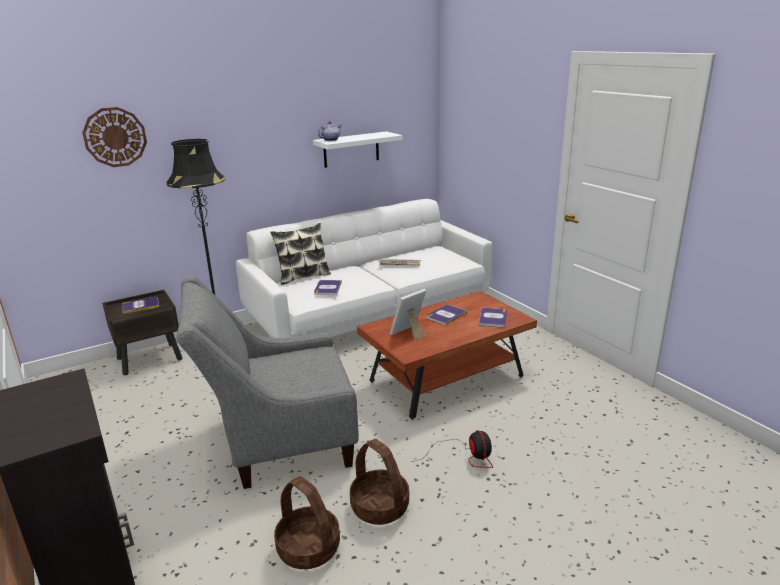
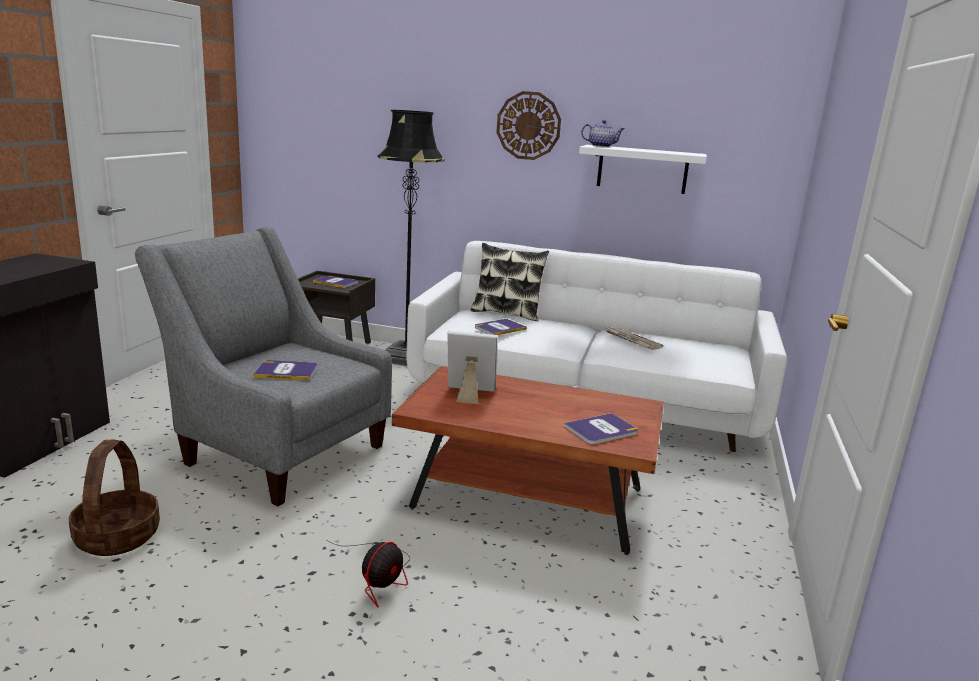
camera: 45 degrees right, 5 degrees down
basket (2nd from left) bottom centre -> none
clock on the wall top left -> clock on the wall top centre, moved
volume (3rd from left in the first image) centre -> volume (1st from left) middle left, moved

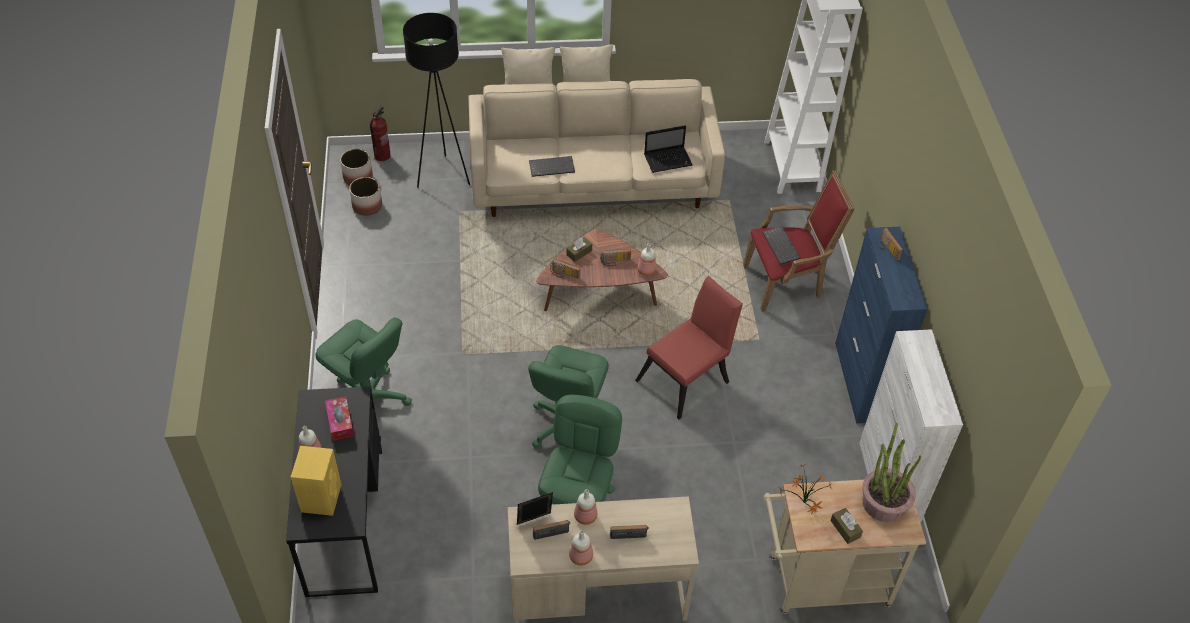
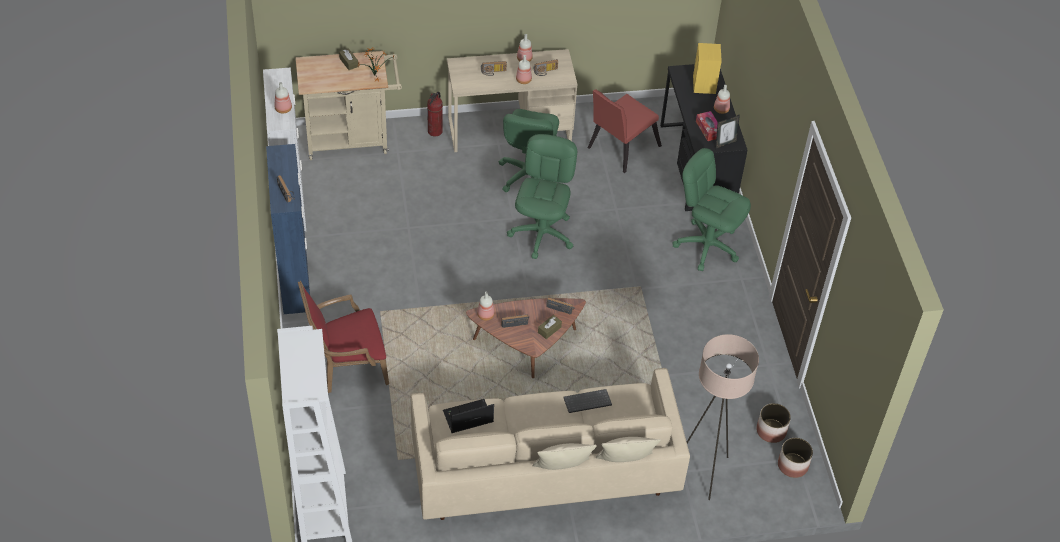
camera: 175 degrees right, 0 degrees up
computer keyboard (2nd from left) centre -> none
potted plant (2nd from left) bottom right -> none
none -> drink bottle (1st from left) top left
fire extinguisher top left -> fire extinguisher top centre, moved
photo frame bottom centre -> photo frame top right, moved
reddish upright chair centre -> reddish upright chair top centre, moved
black floor lamp top centre -> sand-coloured floor lamp bottom right

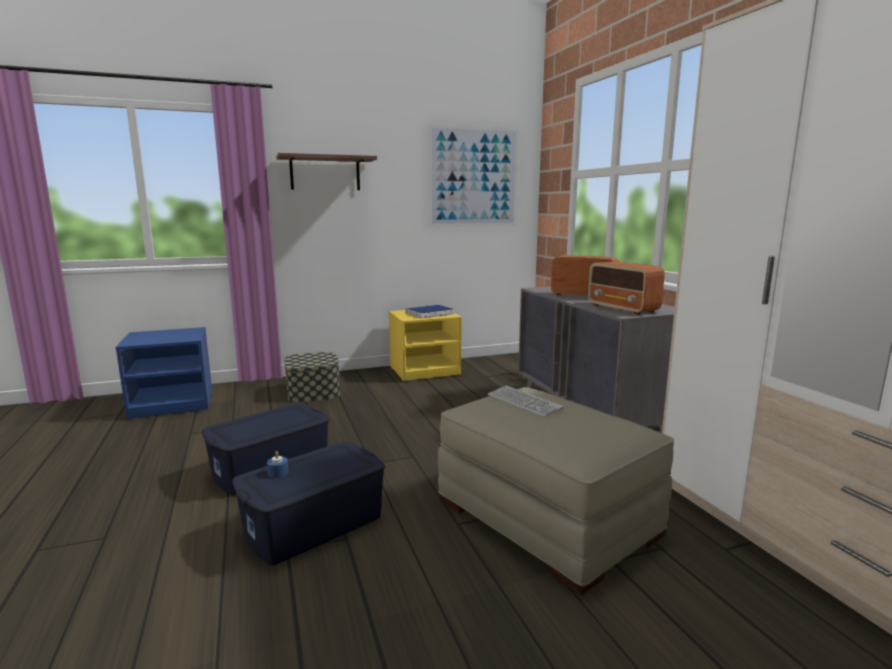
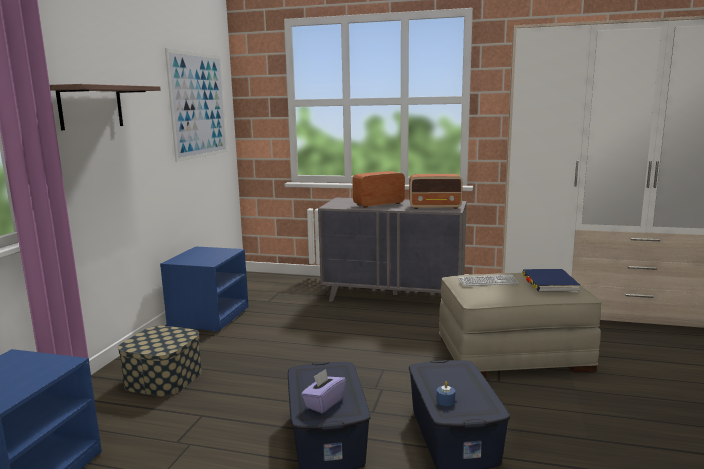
camera: 55 degrees left, 0 degrees up
none -> purplish tissue box bottom centre
blue-coloured volume centre -> blue-coloured volume middle right, moved
yellowish nightstand centre -> blue-coloured nightstand (2nd from left) middle left

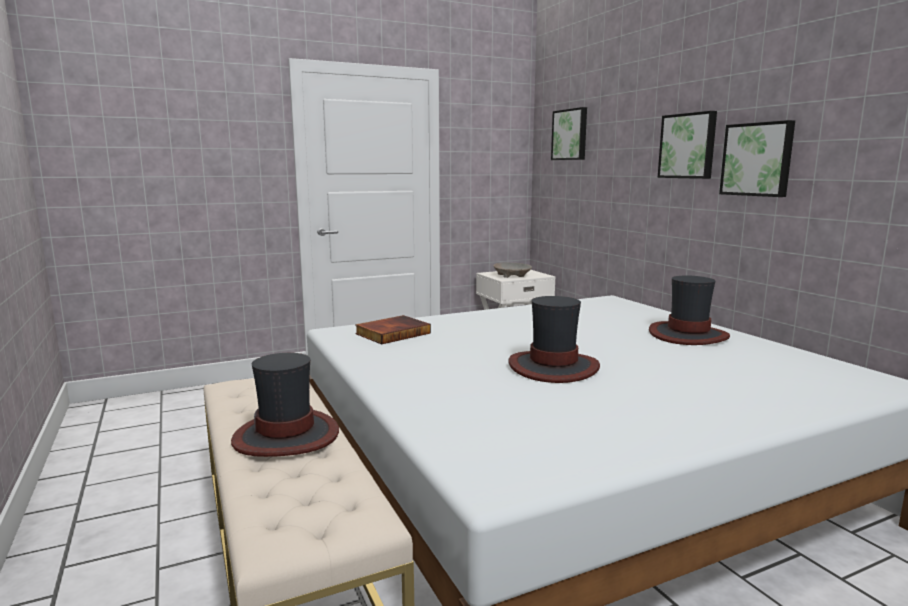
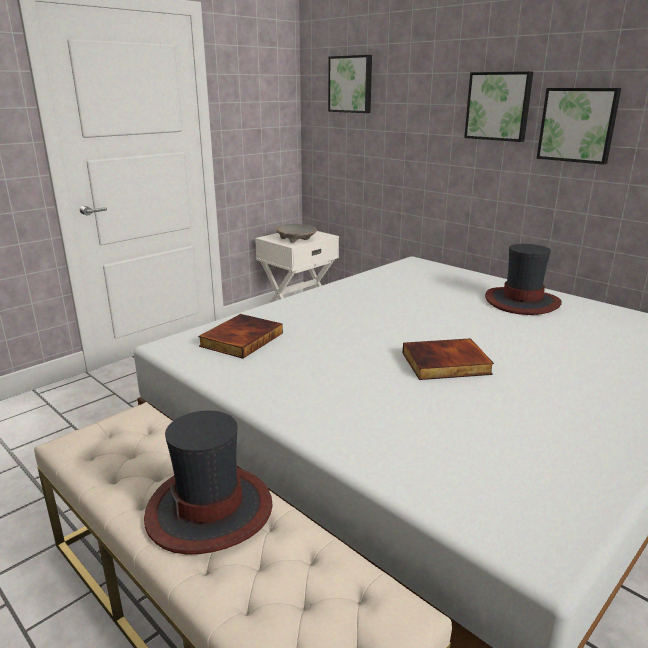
camera: 20 degrees left, 10 degrees up
wearable hat (2nd from left) centre -> volume (2nd from left) middle right

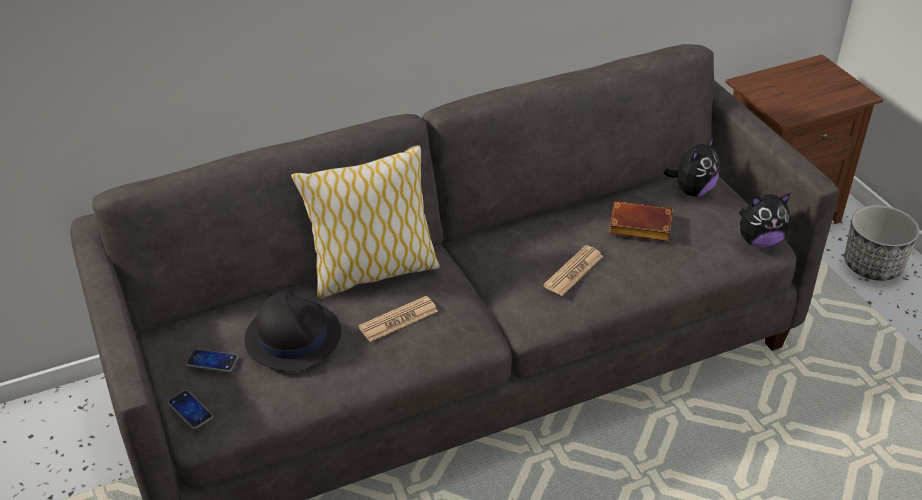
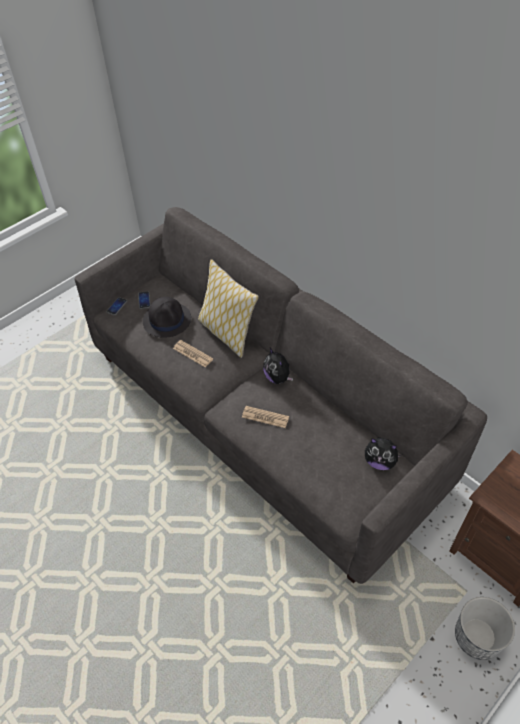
camera: 70 degrees right, 10 degrees up
brown volume middle right -> none
plush toy (2nd from left in the first image) middle right -> plush toy (1st from left) centre, moved

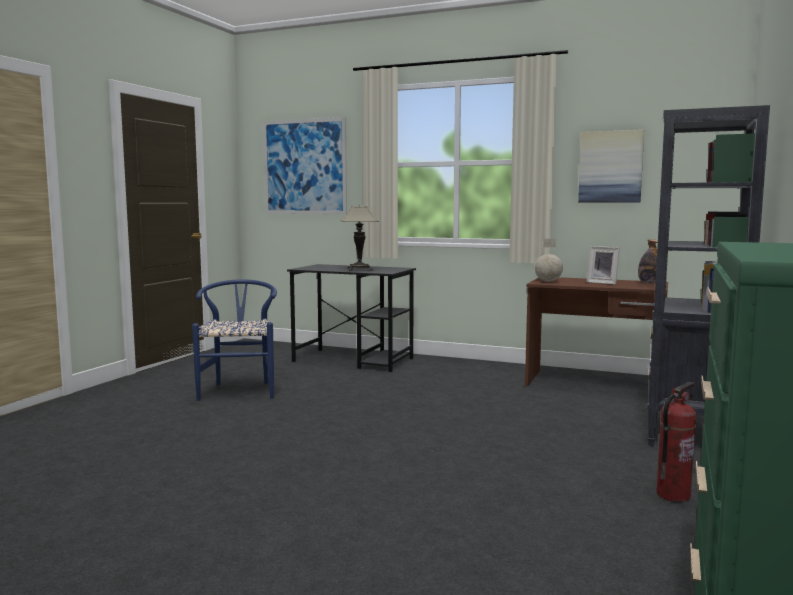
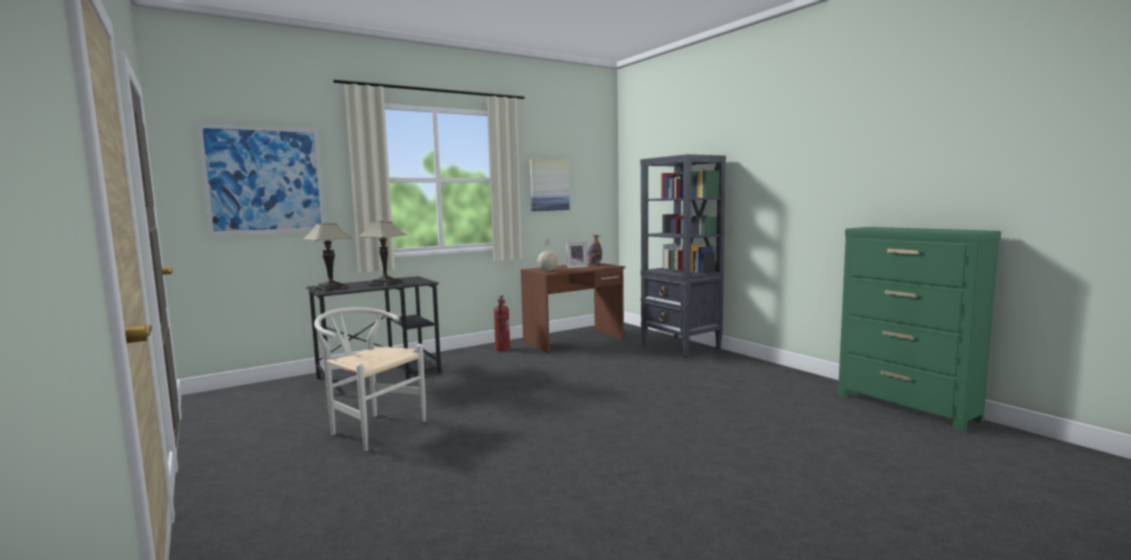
camera: 55 degrees left, 0 degrees up
none -> lamp for a table (1st from left) middle left
fire extinguisher bottom right -> fire extinguisher centre, moved
blue-coloured upright chair middle left -> whitish upright chair bottom left

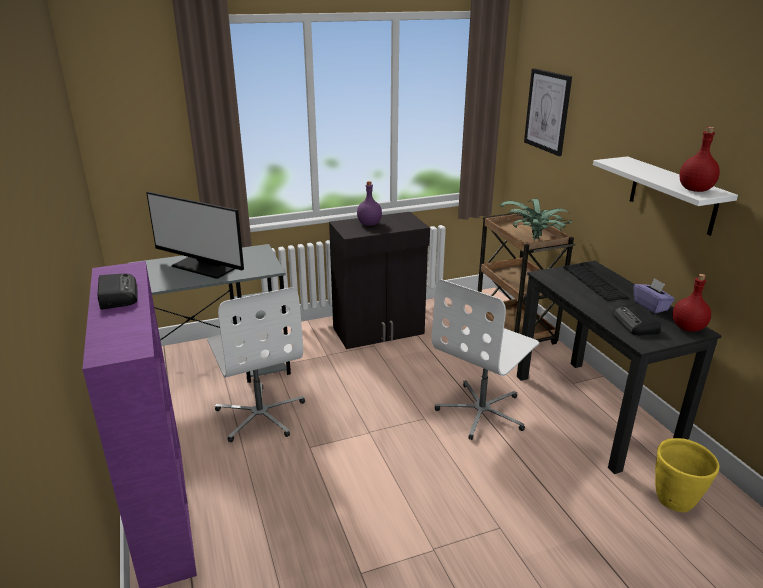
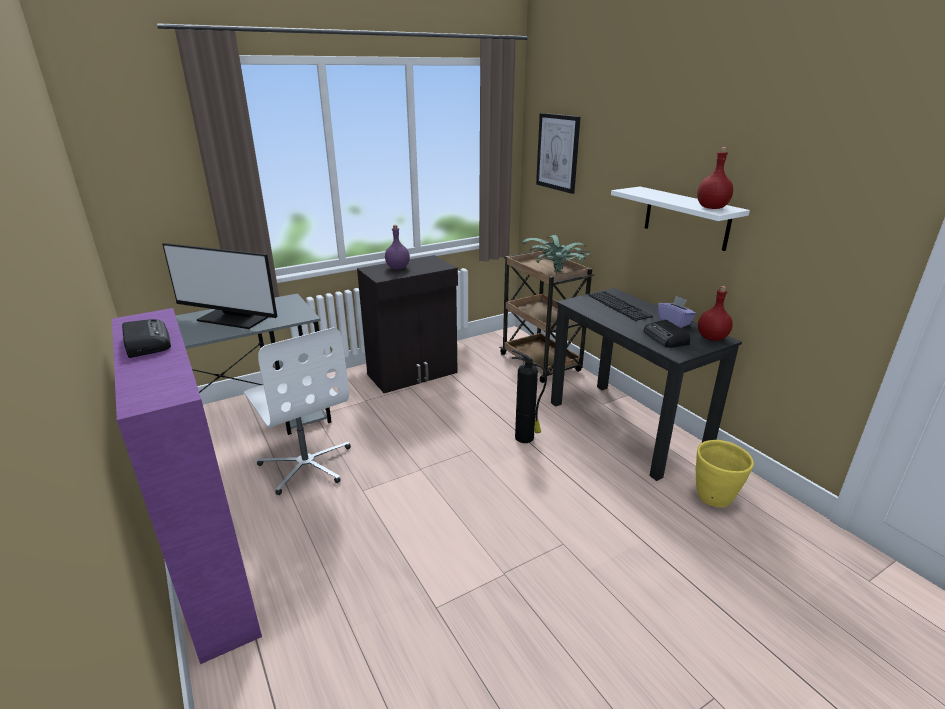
camera: 10 degrees left, 0 degrees up
whitish desk chair (2nd from left) centre -> fire extinguisher centre

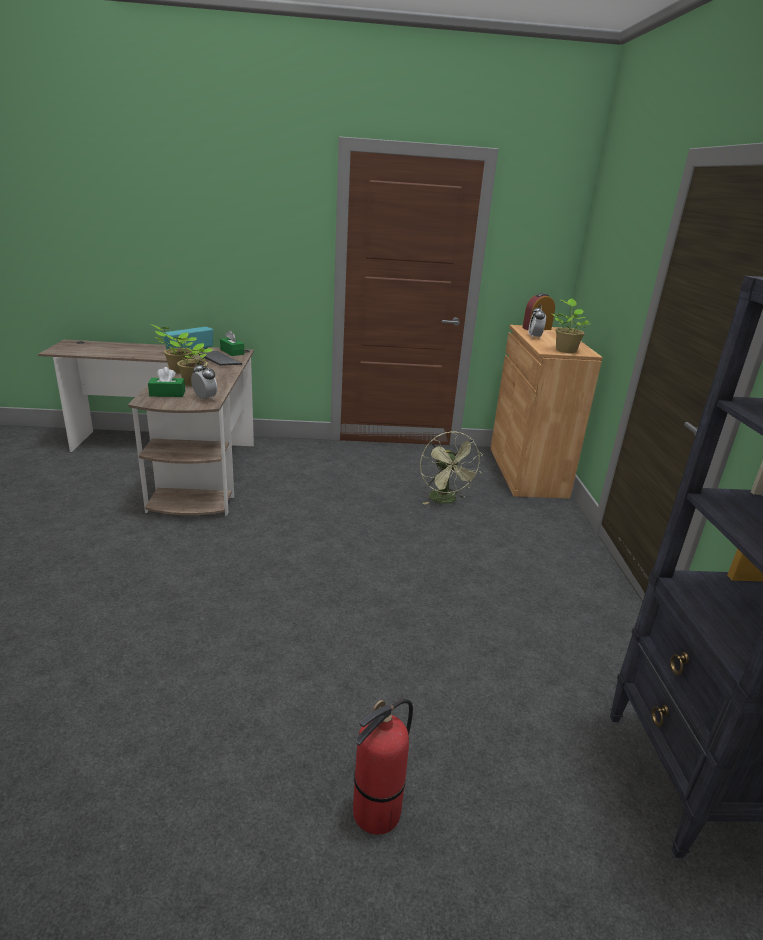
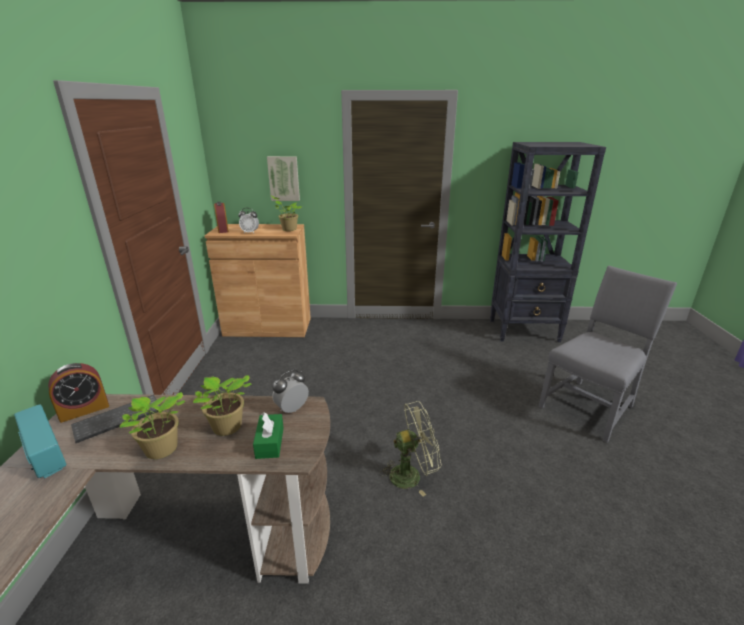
camera: 85 degrees left, 0 degrees up
none -> wall art top centre
green electric fan centre -> green electric fan bottom centre, moved
green tissue box (2nd from left) middle left -> bedside clock (1st from left) middle left
fire extinguisher bottom centre -> grey upright chair middle right

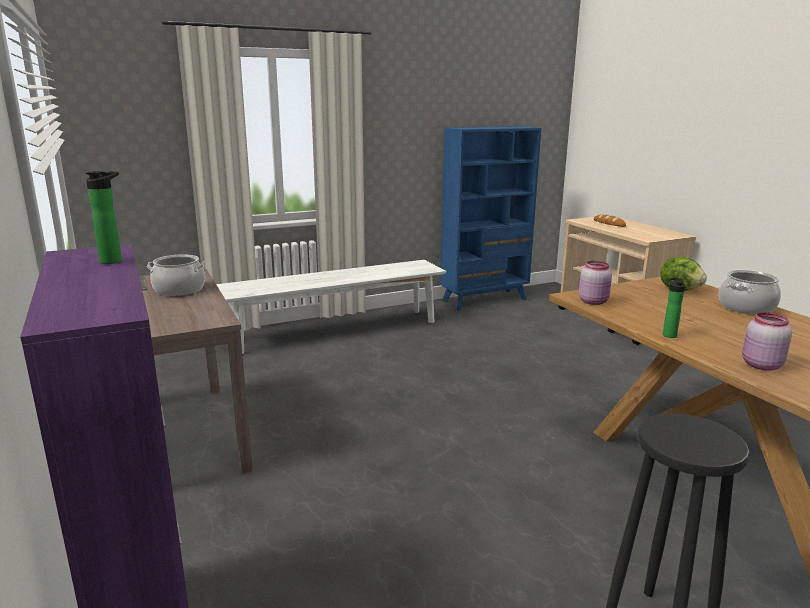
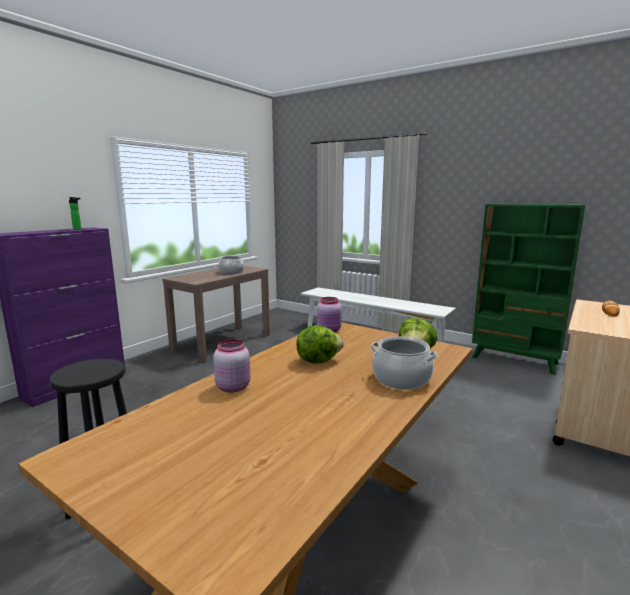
camera: 60 degrees right, 5 degrees down
drink bottle (2nd from left) middle right -> none
none -> lettuce head (1st from left) centre
blue-coloured shelving unit centre -> green shelving unit middle right

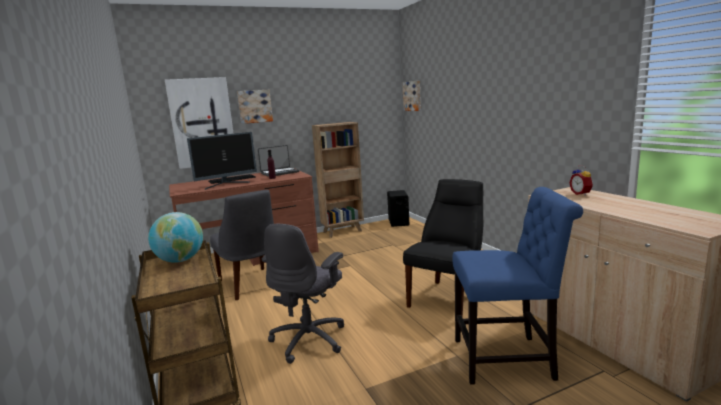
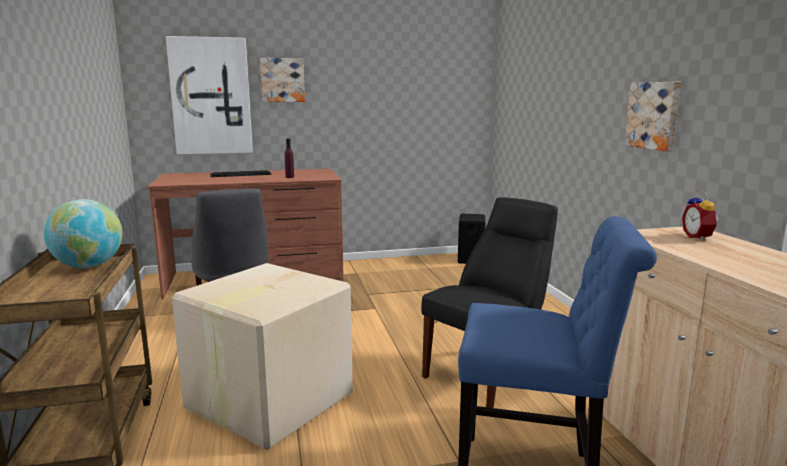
camera: 10 degrees right, 0 degrees up
computer display middle left -> none
notebook computer centre -> none
brown shelving unit centre -> none
wall art (3rd from left) top centre -> wall art (3rd from left) top right, moved
grey desk chair bottom centre -> packing box bottom left

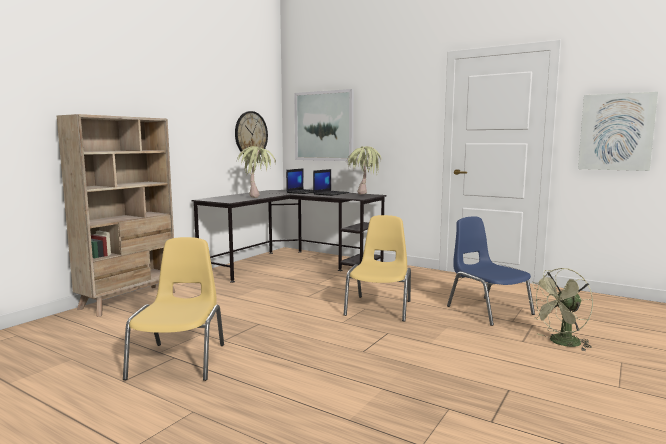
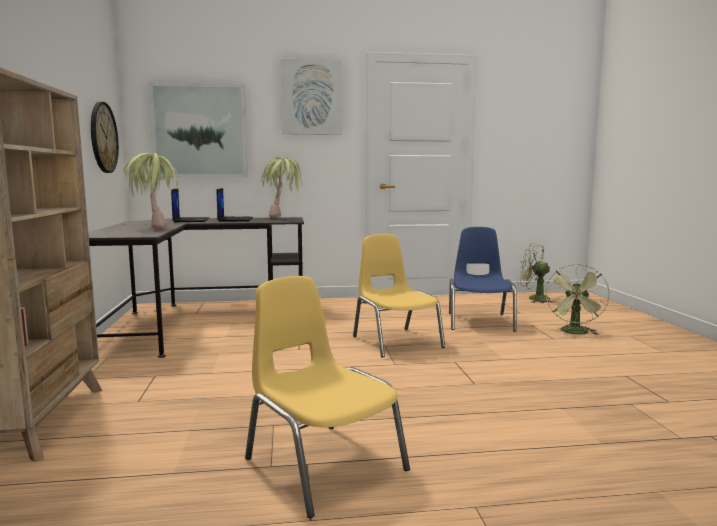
camera: 40 degrees left, 0 degrees up
none -> green electric fan (1st from left) middle right
wall art (2nd from left) top right -> wall art (2nd from left) top centre, moved
blue-coloured upright chair middle right, 75 degrees clockwise

